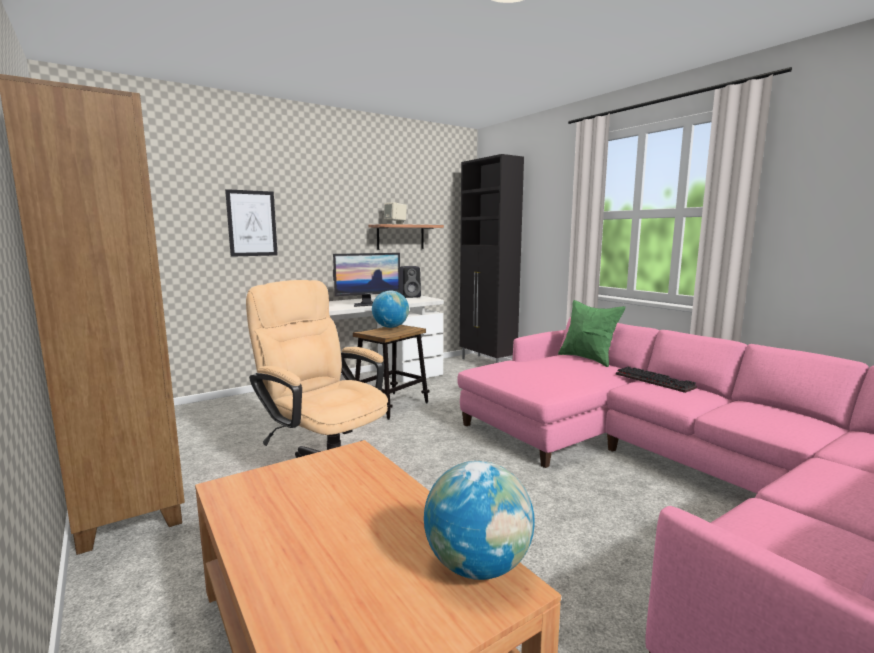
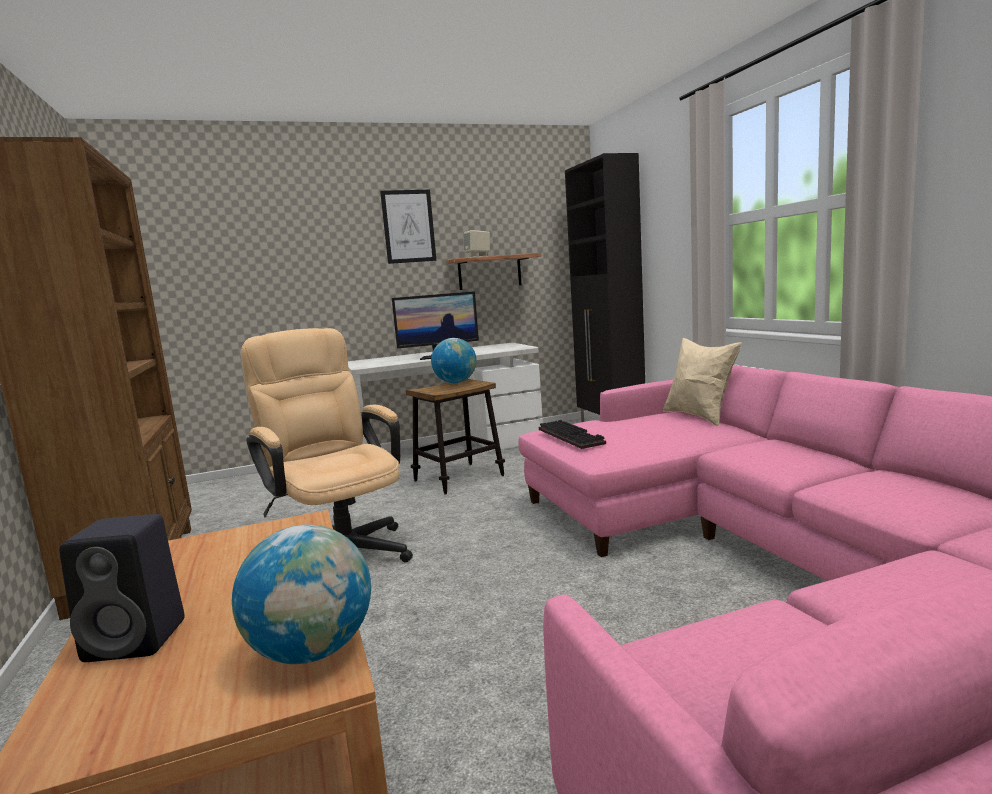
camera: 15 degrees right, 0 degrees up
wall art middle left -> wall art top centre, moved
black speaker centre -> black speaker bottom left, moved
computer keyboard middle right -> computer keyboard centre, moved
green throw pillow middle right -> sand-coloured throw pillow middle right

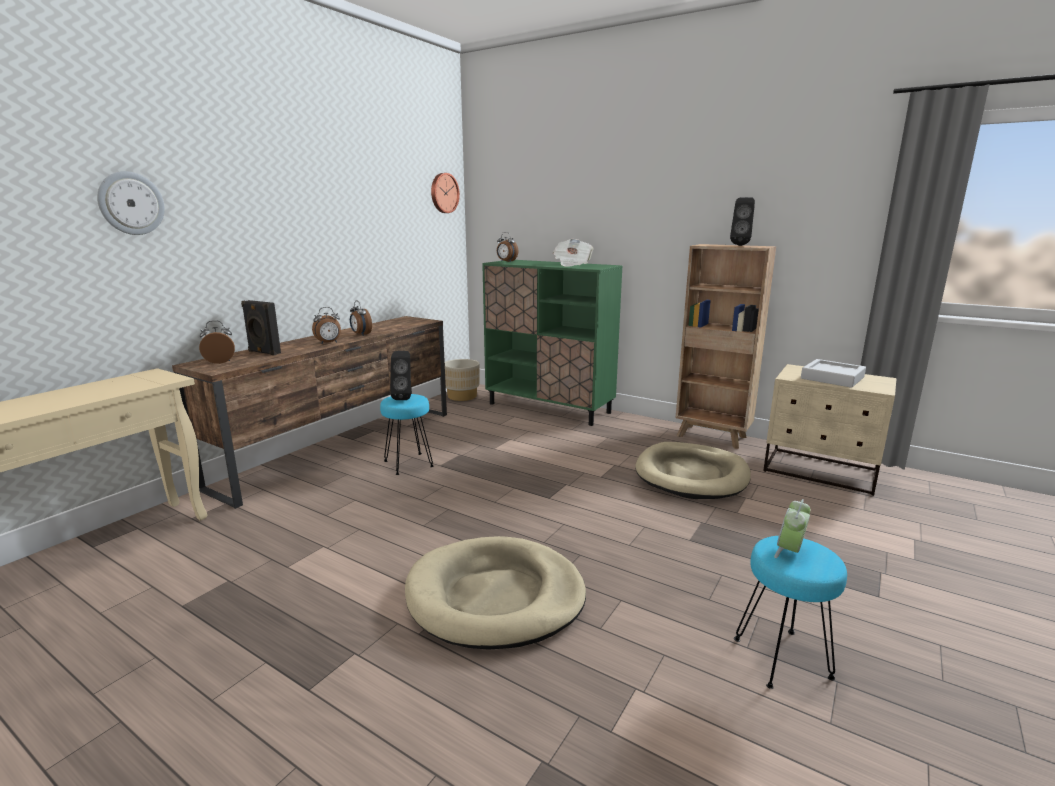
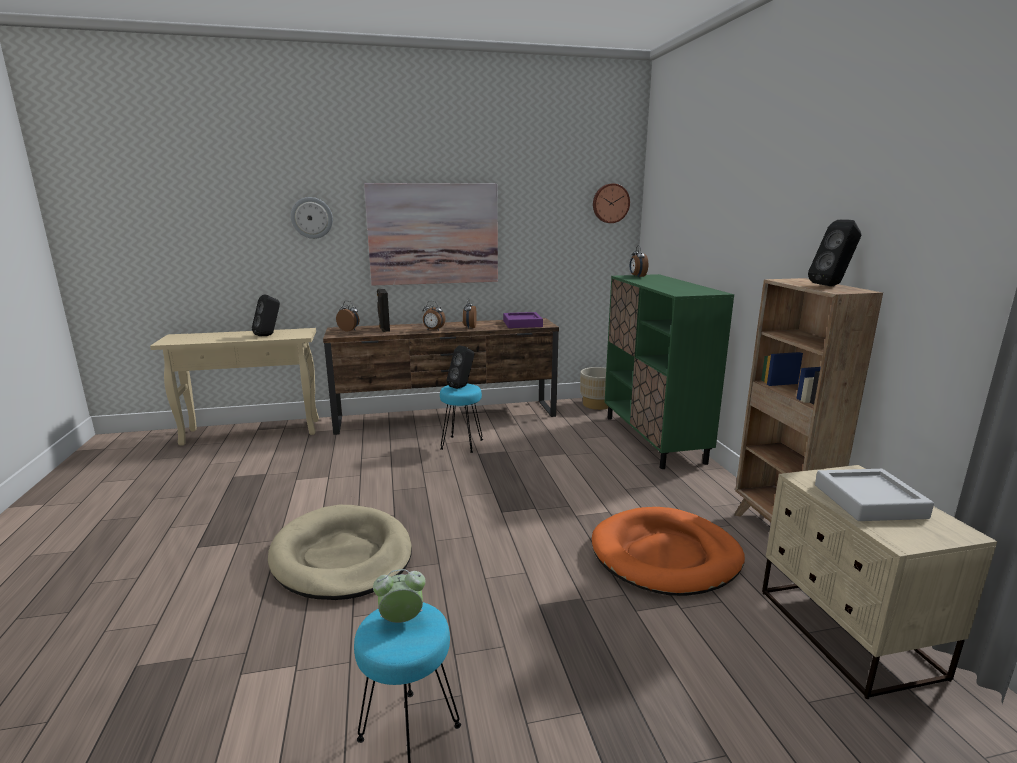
camera: 45 degrees right, 0 degrees up
daily paper top centre -> none
none -> black speaker (1st from left) middle left
none -> wall art top centre
none -> purplish carrying tray centre
sand-coloured dog bed (2nd from left) centre -> orange dog bed bottom centre

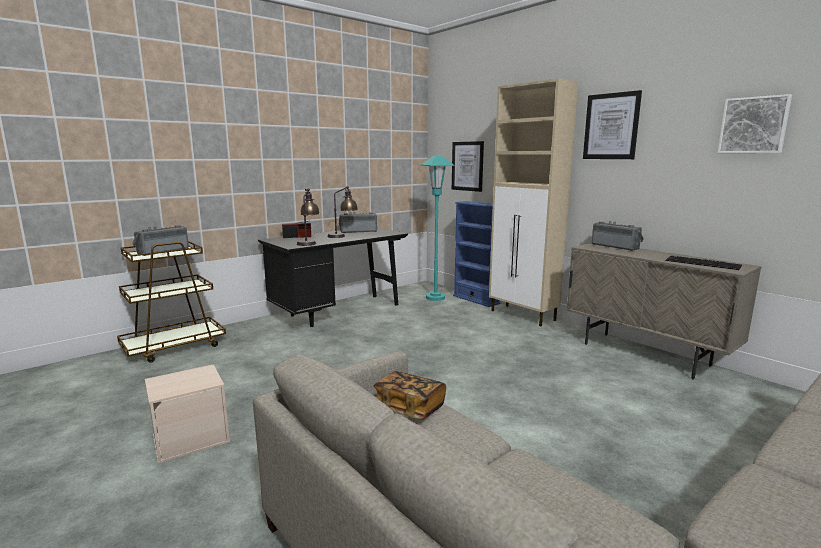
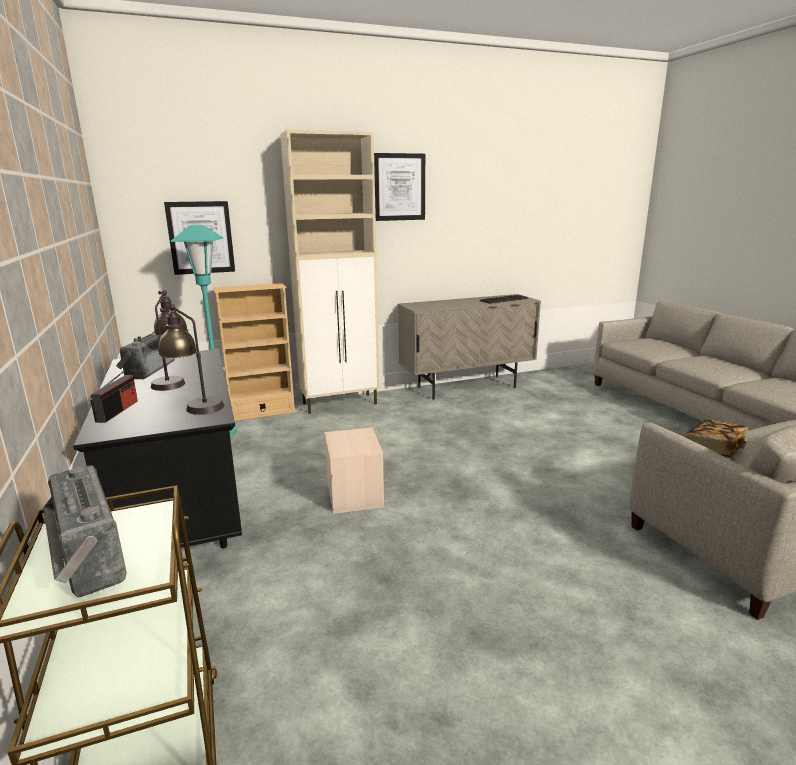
camera: 70 degrees left, 5 degrees up
radio receiver (4th from left) middle right -> none
wall art (3rd from left) top right -> none
sand-coloured storage box bottom left -> sand-coloured storage box centre, moved
blue-coloured shelving unit centre -> sand-coloured shelving unit middle left

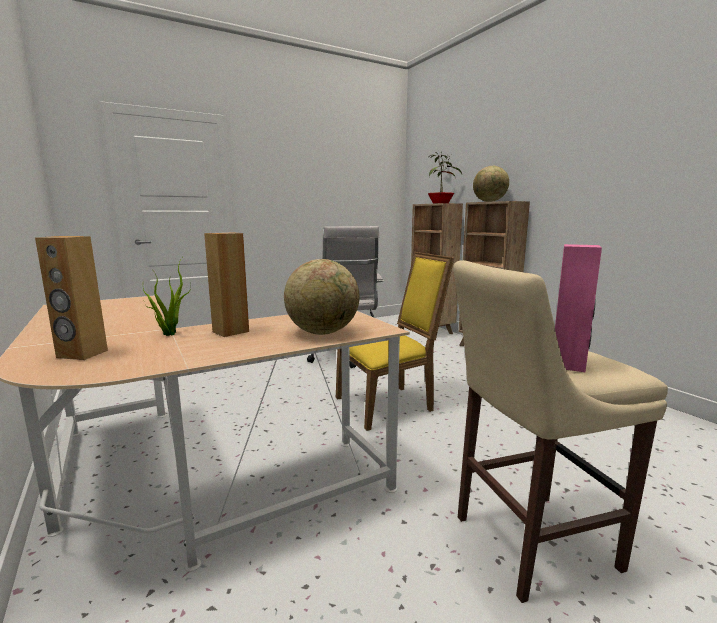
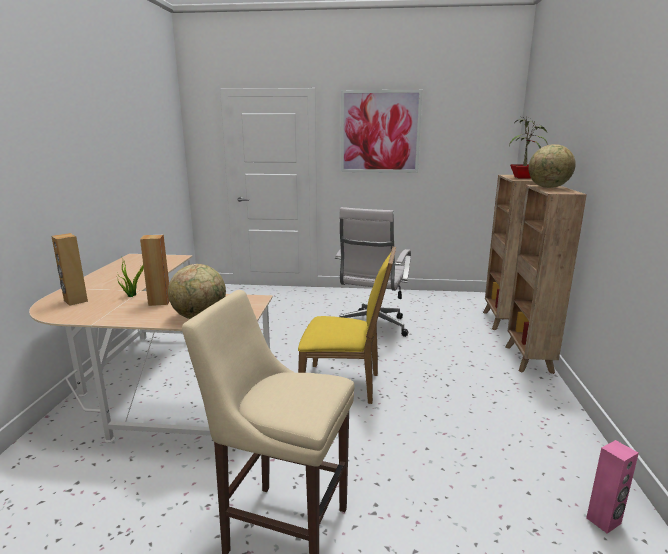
camera: 35 degrees right, 5 degrees up
none -> wall art top centre
pinkish speaker middle right -> pinkish speaker bottom right, moved

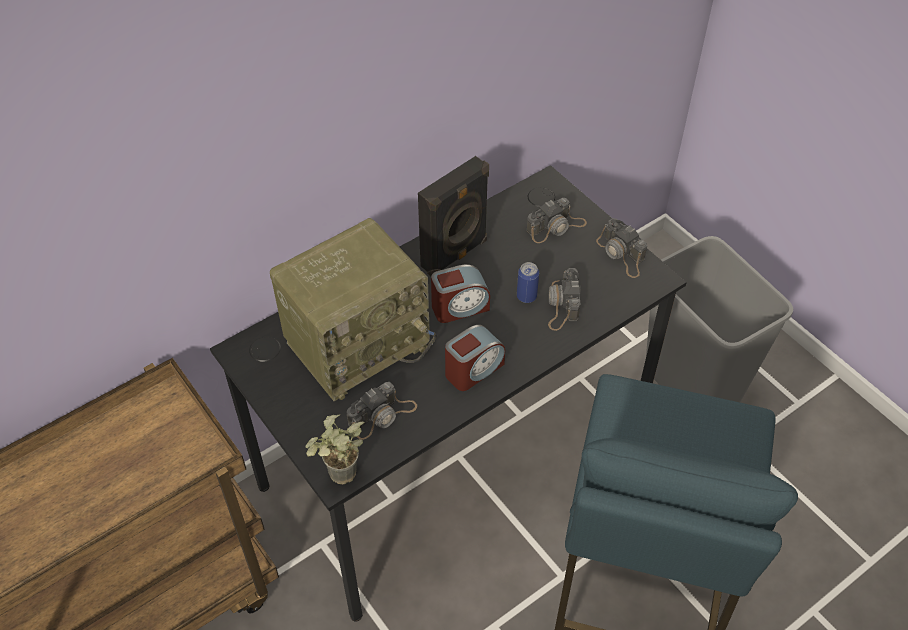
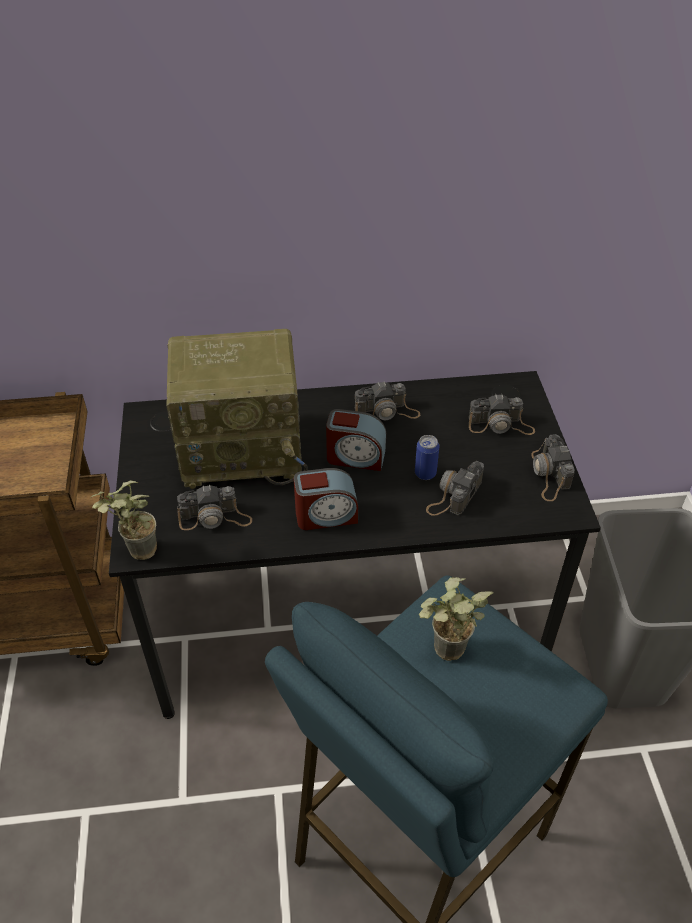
camera: 30 degrees right, 5 degrees down
none -> potted plant (2nd from left) bottom centre
black speaker centre -> photo camera (2nd from left) centre

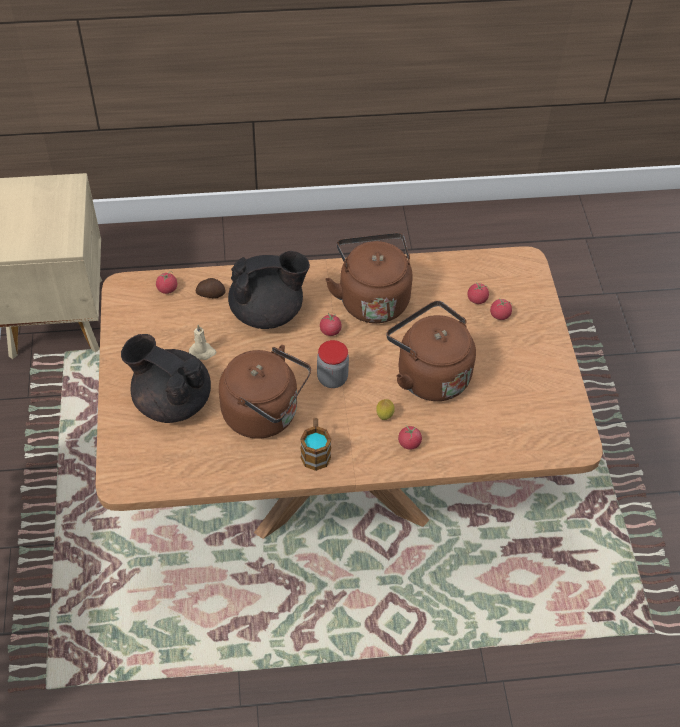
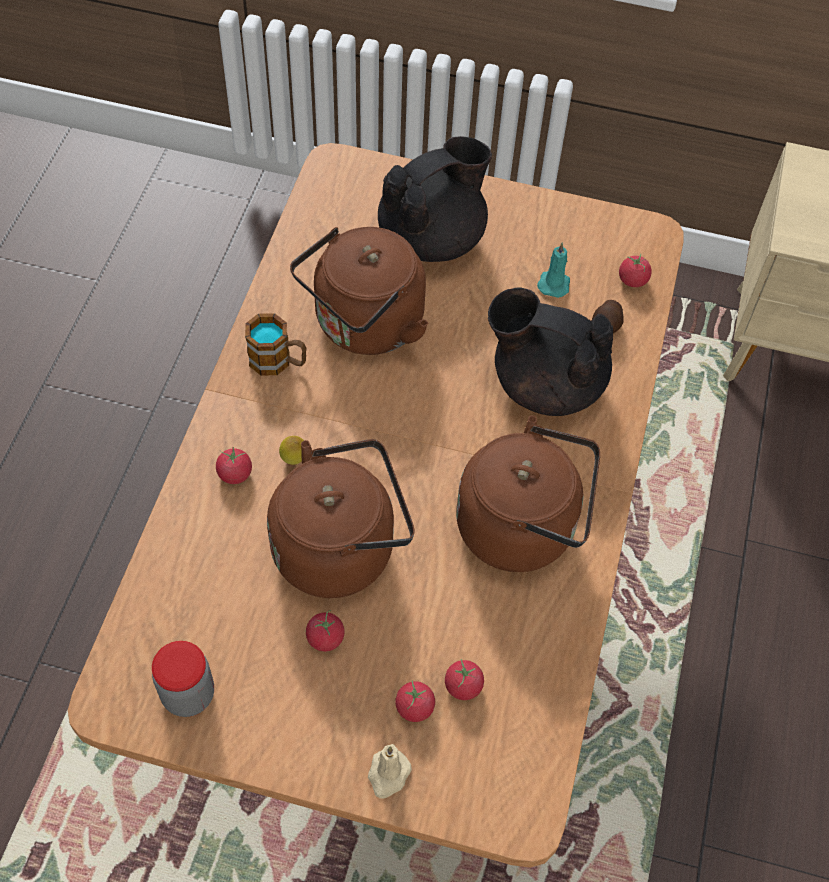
camera: 110 degrees right, 5 degrees up
none -> blue-green wax light top right
sand-coloured wax light middle left -> sand-coloured wax light bottom centre, moved
preserve jar centre -> preserve jar bottom left, moved
fresh tomato (2nd from left) centre -> fresh tomato (2nd from left) bottom centre, moved
black teapot (2nd from left) centre, 105 degrees clockwise

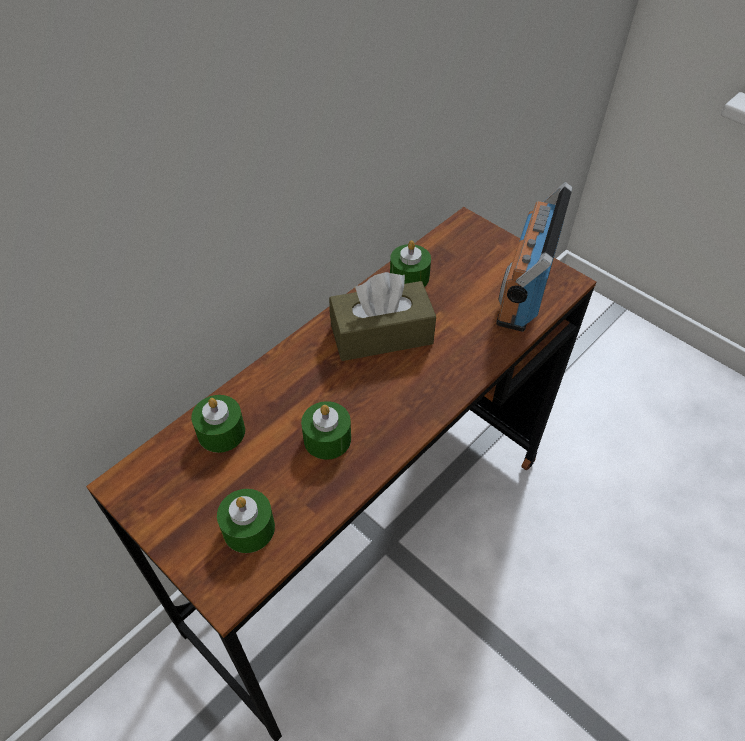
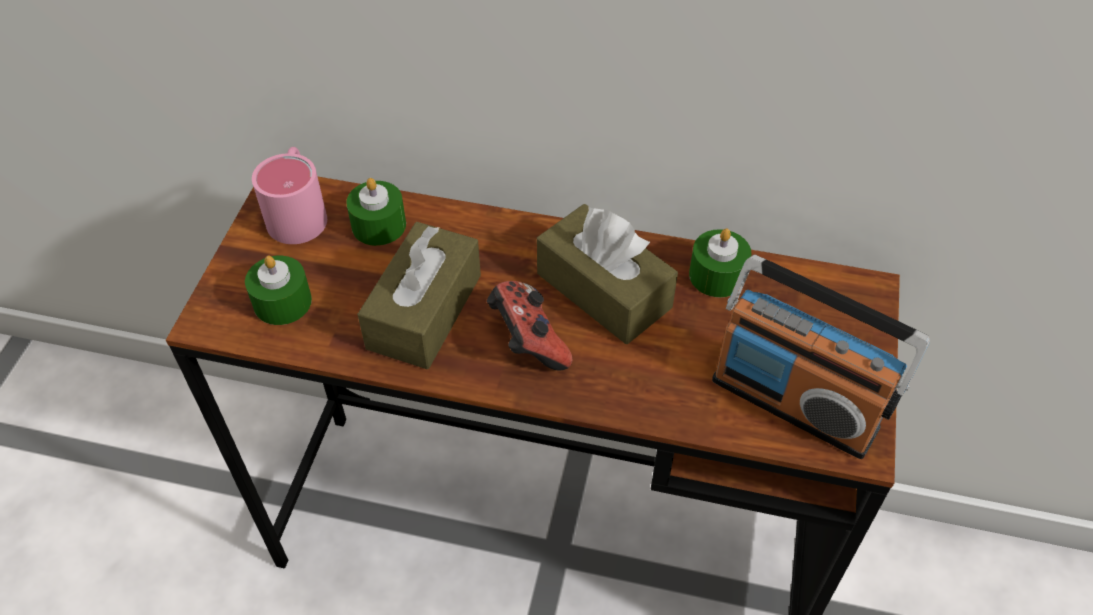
camera: 60 degrees right, 0 degrees up
none -> pinkish coffee mug top left
none -> game controller centre
green wax light (3rd from left) centre -> brown tissue box (1st from left) centre
radio receiver middle right, 135 degrees counterclockwise

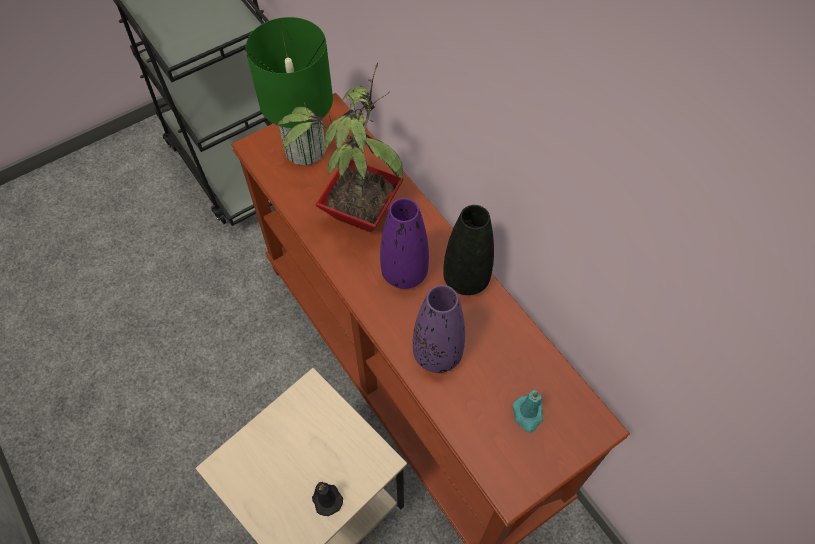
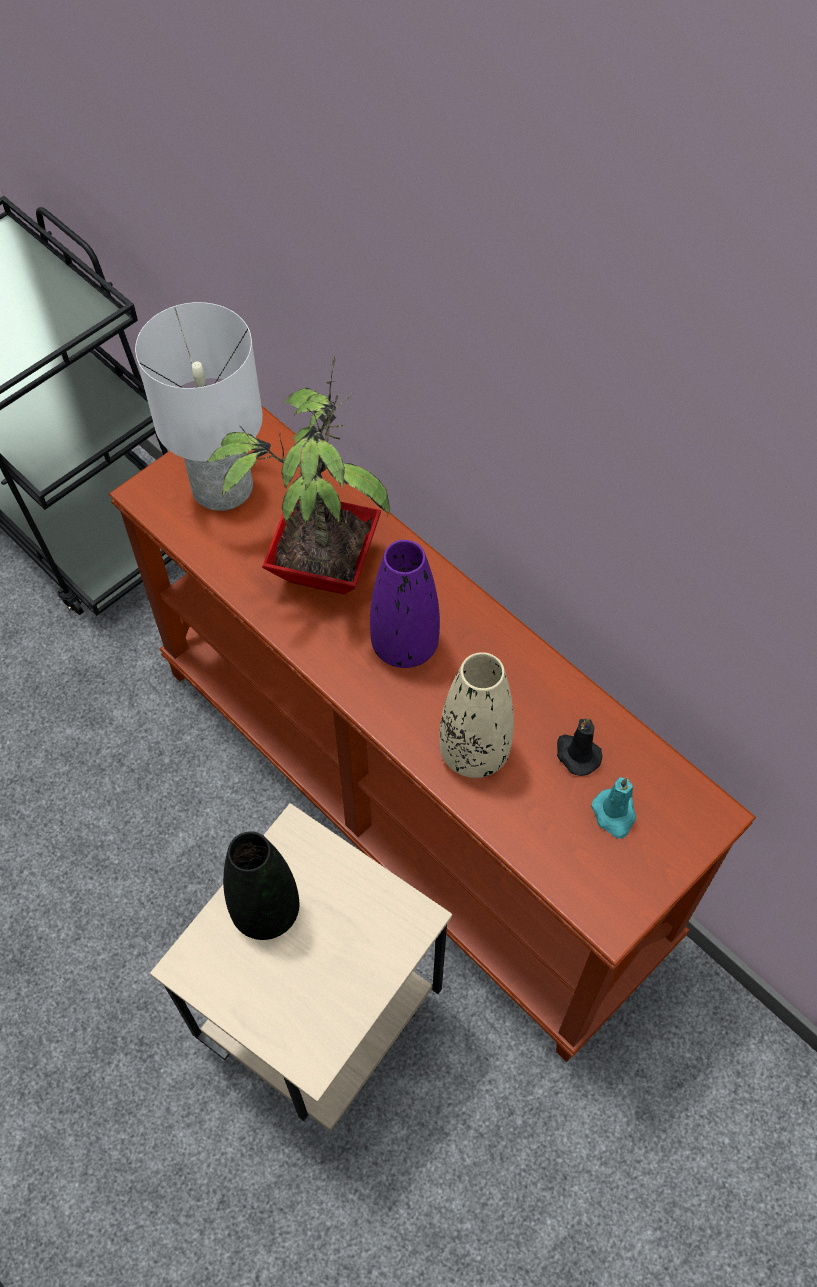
camera: 10 degrees left, 0 degrees up
black wax light bottom centre -> black wax light middle right, moved
black vase centre -> black vase bottom left, moved
green lamp for a table top centre -> whitish lamp for a table top left
purplish vase (2nd from left) centre -> sand-coloured vase centre

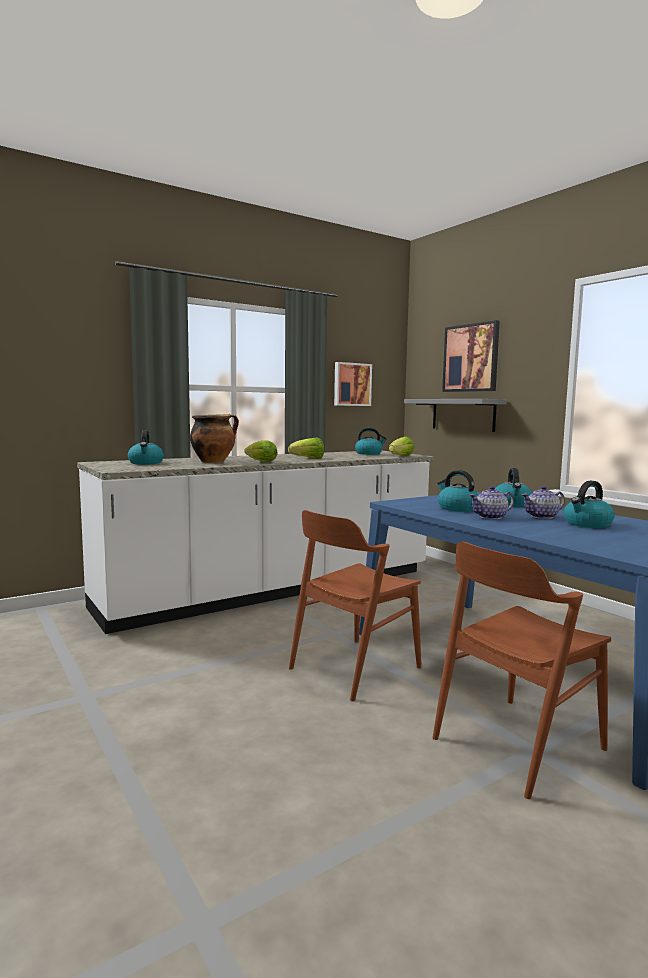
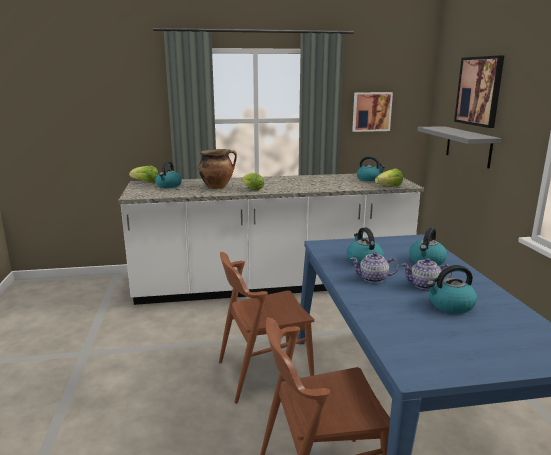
camera: 25 degrees right, 10 degrees up
lettuce head (2nd from left in the first image) centre -> lettuce head (1st from left) middle left, moved

